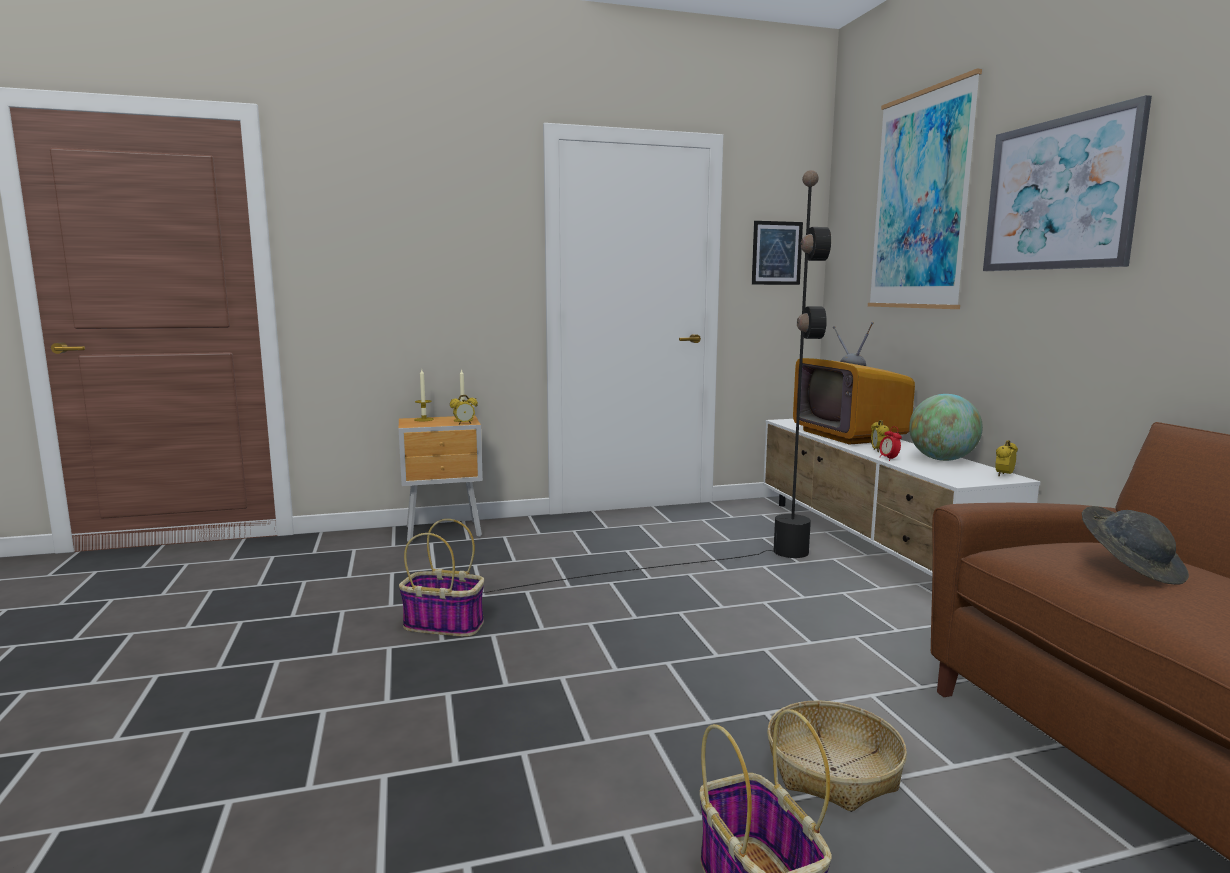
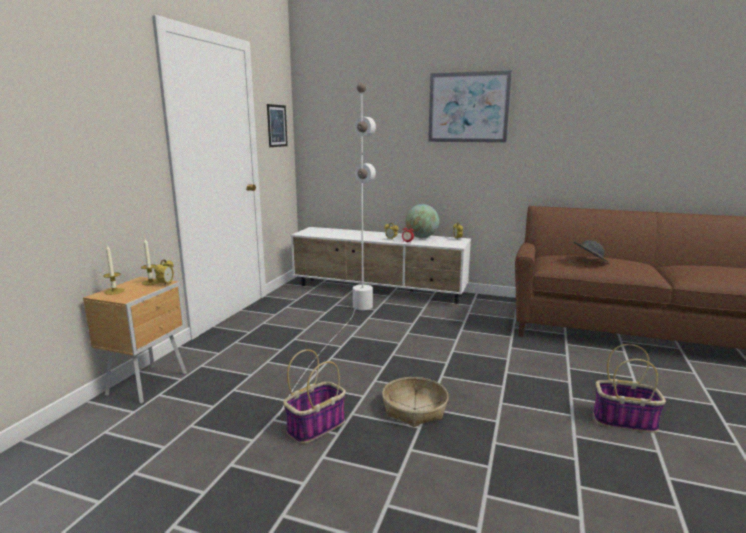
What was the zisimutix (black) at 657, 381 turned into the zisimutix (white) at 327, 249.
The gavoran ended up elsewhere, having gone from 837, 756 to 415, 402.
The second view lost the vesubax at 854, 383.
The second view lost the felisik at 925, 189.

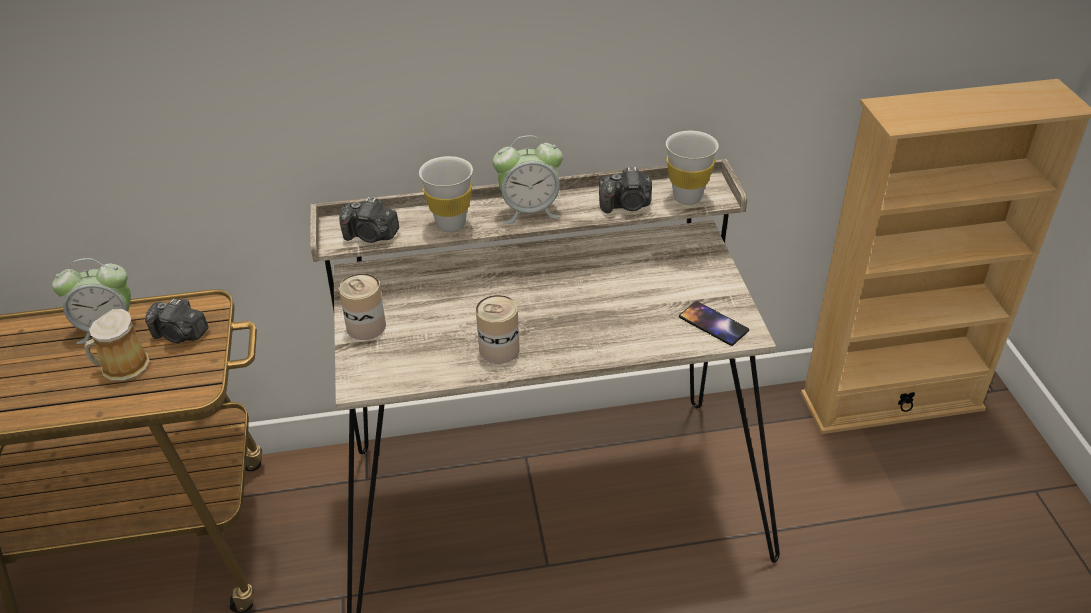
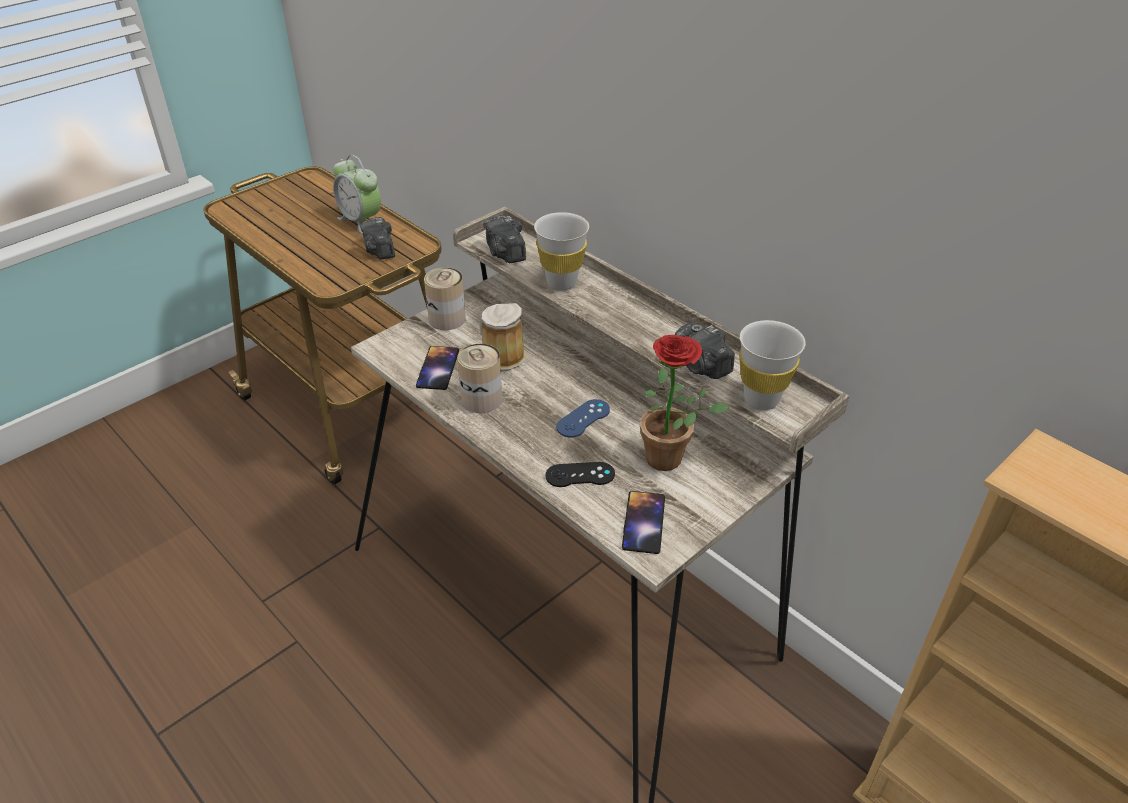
The second view gained the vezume at 437, 368.
The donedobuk ended up elsewhere, having gone from 117, 345 to 502, 337.
The second view gained the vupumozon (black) at 580, 474.
The second view gained the vupumozon (blue) at 583, 418.
The second view gained the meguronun at 683, 403.
The second view lost the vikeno at 528, 179.

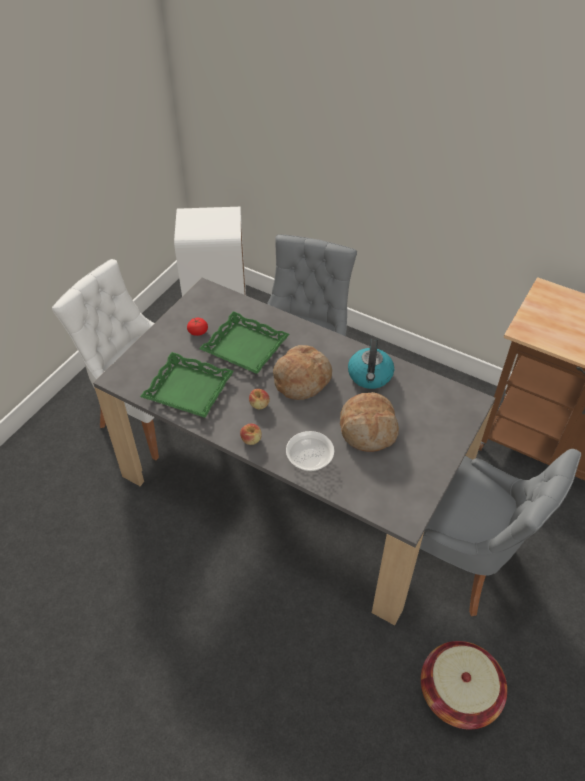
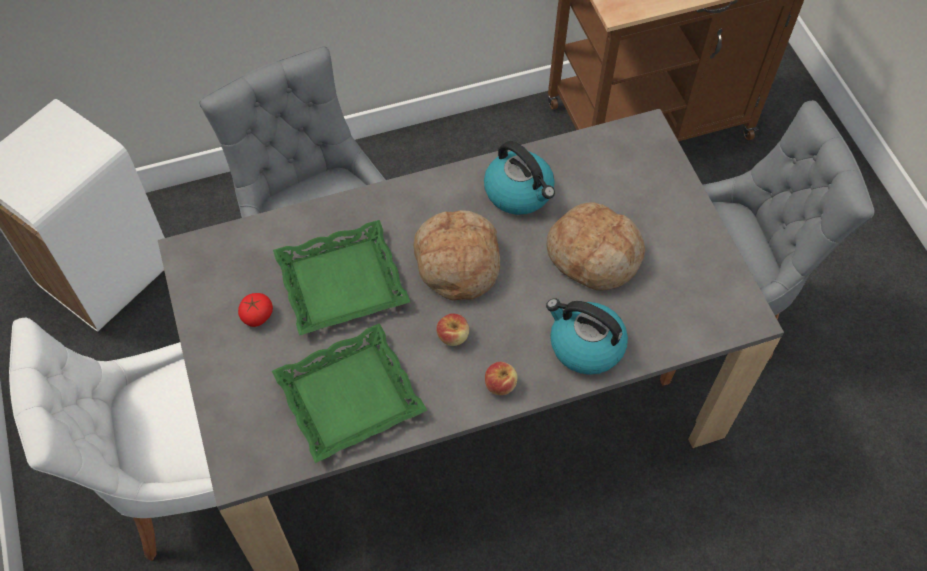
Where the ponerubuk stood at 310, 451, the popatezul came to stand at 587, 336.
The second view lost the gavoran at 464, 685.

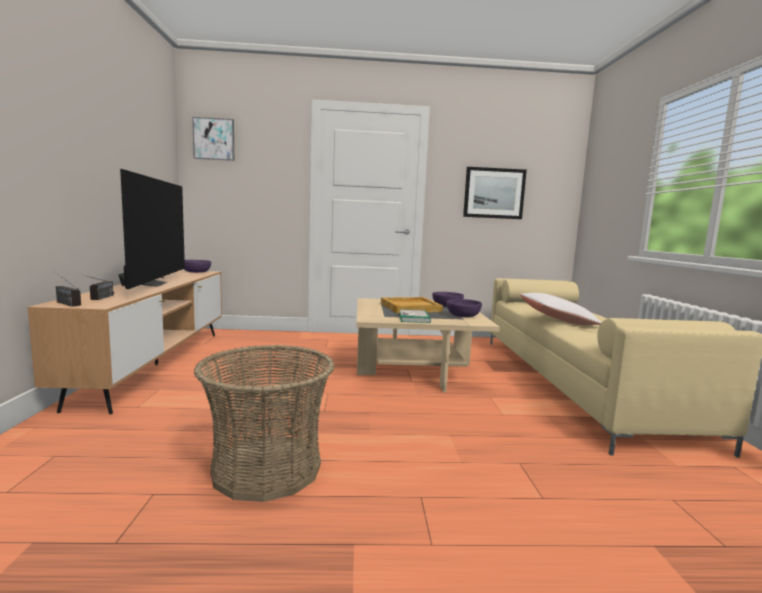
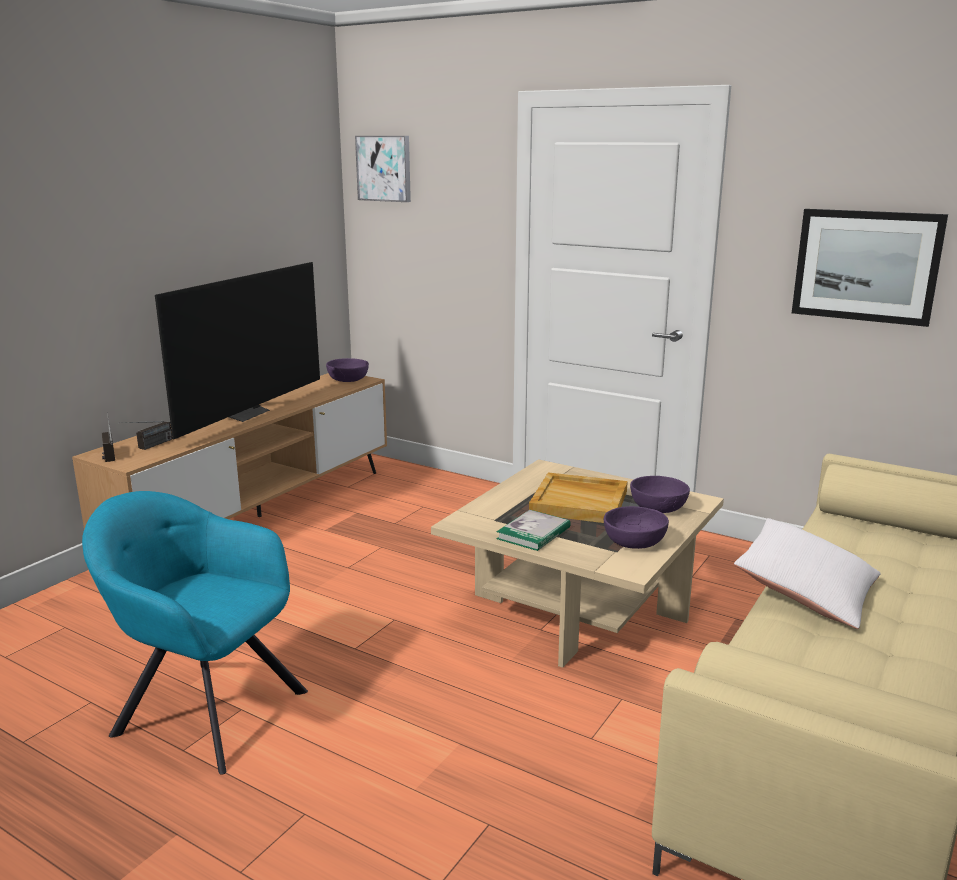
Where the gavoran stood at 264, 423, the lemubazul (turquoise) came to stand at 195, 633.

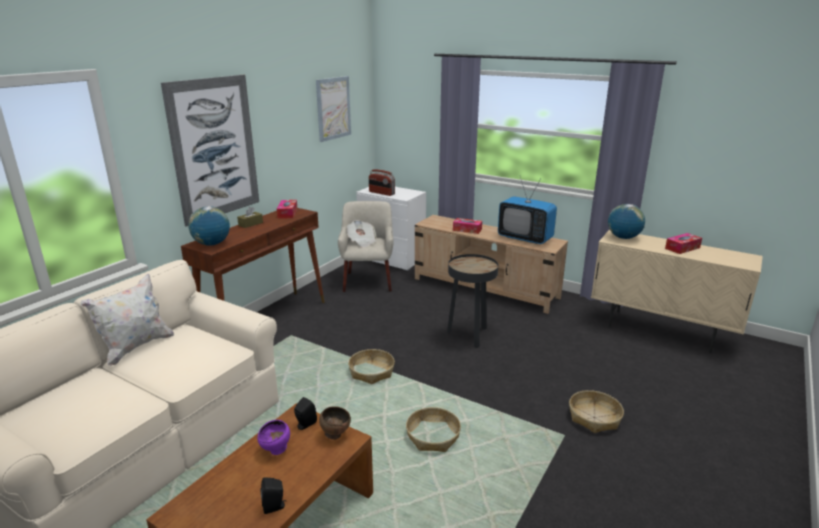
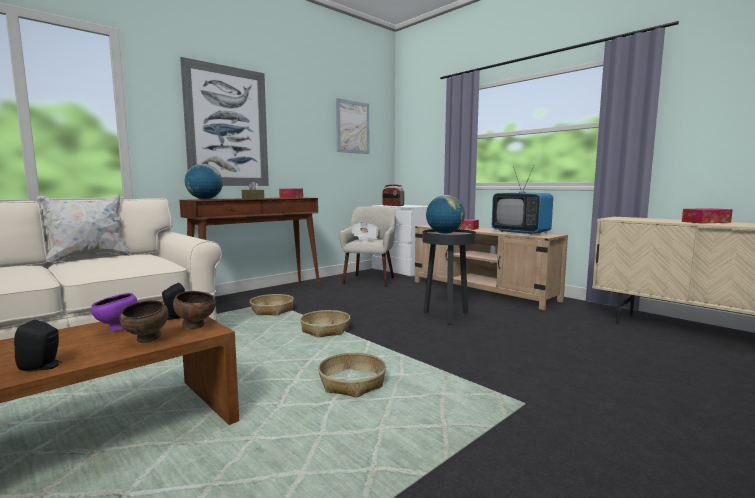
The second view gained the ponerubuk (brown) at 143, 321.
The gavoran ended up elsewhere, having gone from 596, 411 to 272, 304.
The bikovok ended up elsewhere, having gone from 626, 221 to 445, 214.

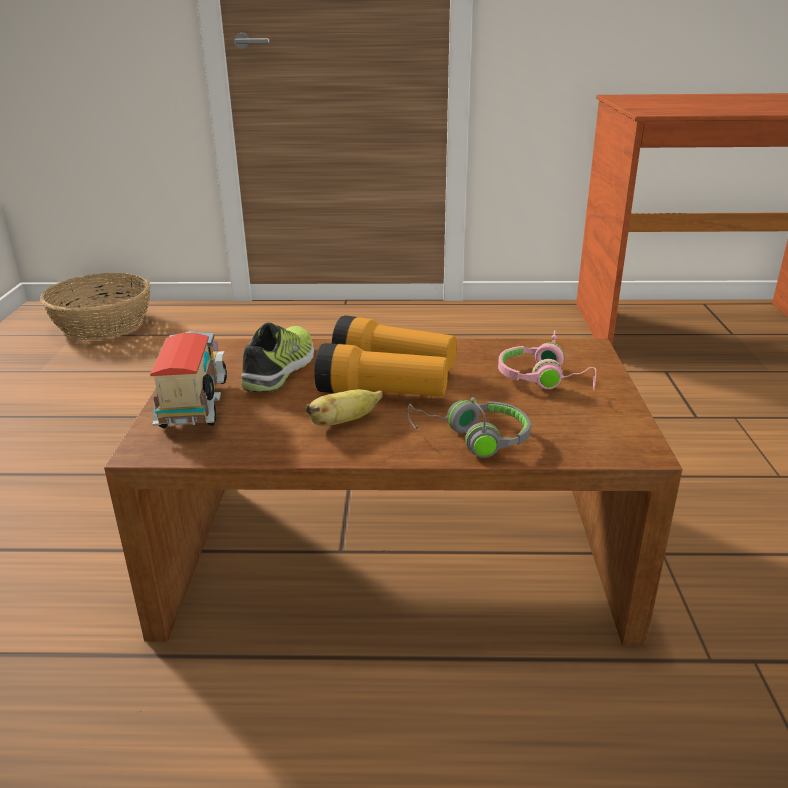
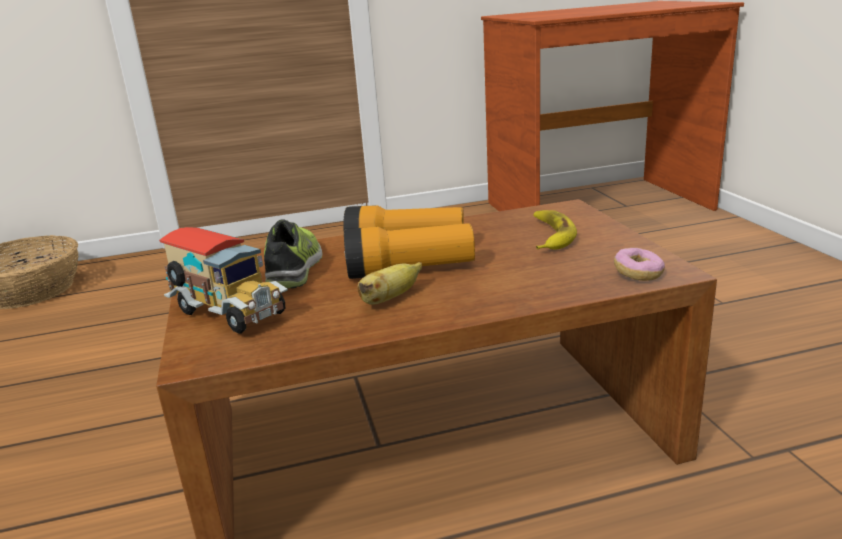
The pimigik at 188, 380 ended up facing another way, 150 degrees clockwise from before.
Where the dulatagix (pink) stood at 547, 360, the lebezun came to stand at 555, 230.
The second view gained the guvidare at 639, 264.
The second view lost the dulatagix (grey) at 469, 427.

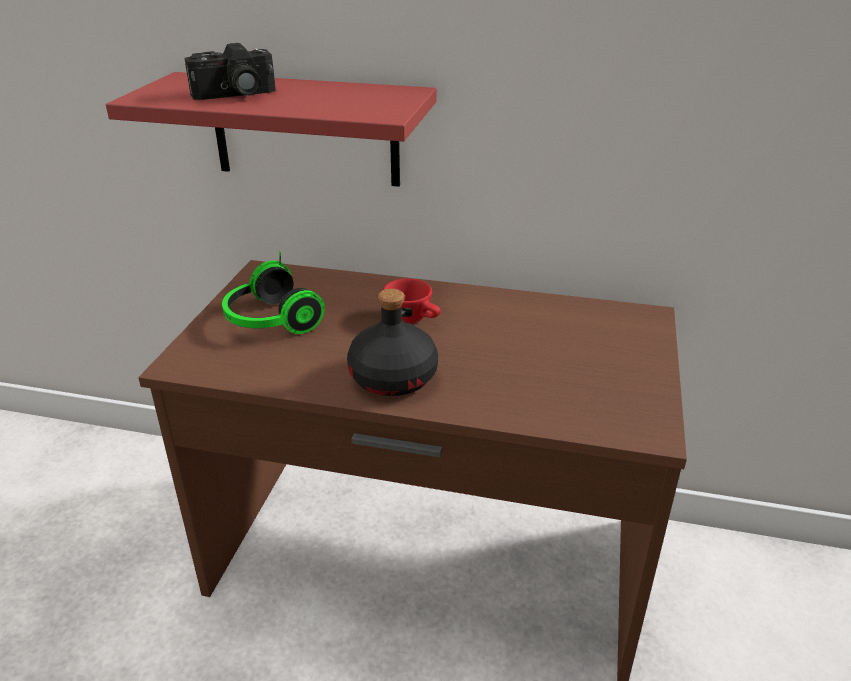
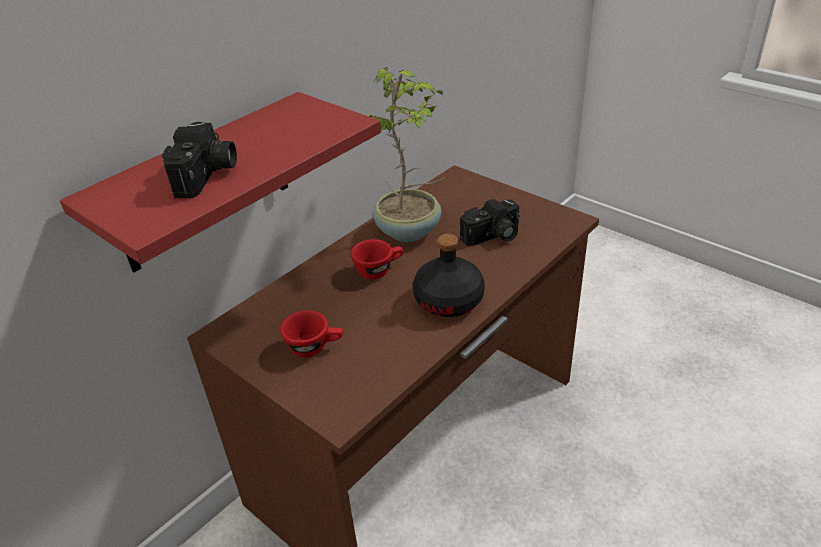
Where the dulatagix stood at 273, 293, the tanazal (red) came to stand at 311, 334.
The second view gained the meguronun at 405, 154.
The second view gained the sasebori at 490, 222.

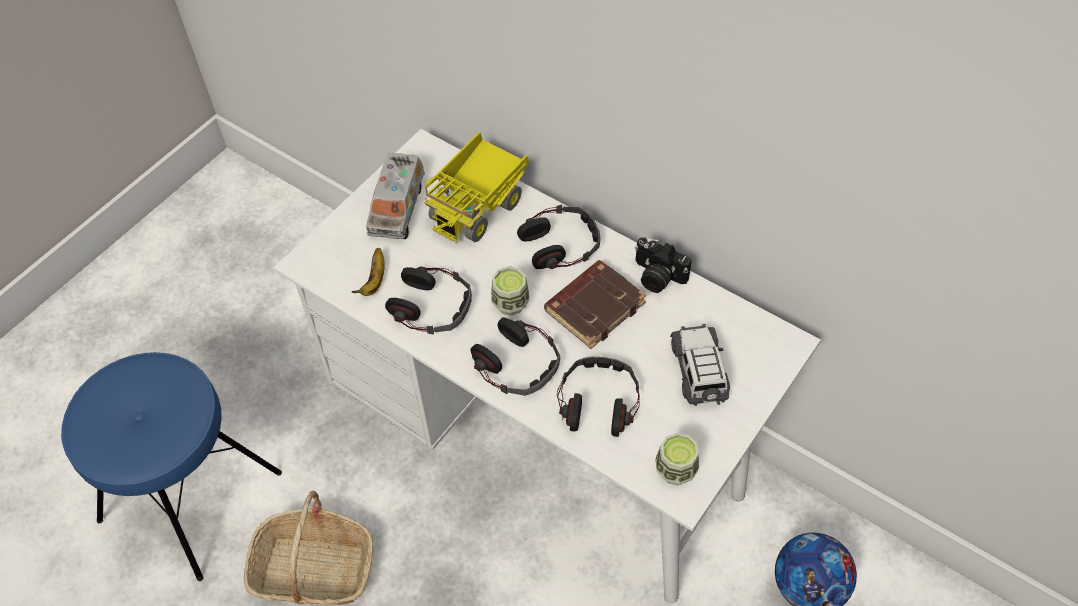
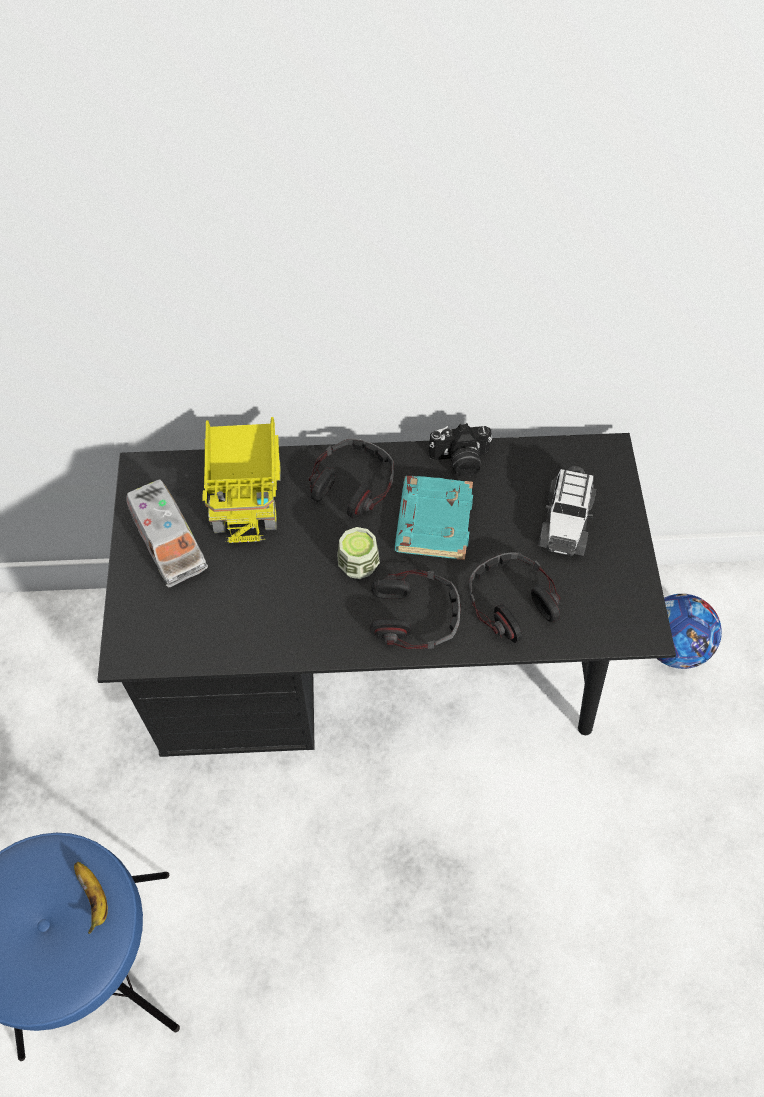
The lebezun ended up elsewhere, having gone from 368, 272 to 91, 898.
What was the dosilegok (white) at 547, 366 turned into the dosilegok (black) at 386, 595.
What was the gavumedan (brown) at 595, 304 turned into the gavumedan (turquoise) at 434, 518.
The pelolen at 700, 365 ended up facing another way, 120 degrees counterclockwise from before.
The second view lost the gavoran at 308, 548.
The second view lost the dulatagix at 428, 300.
The second view lost the tanazal at 677, 459.

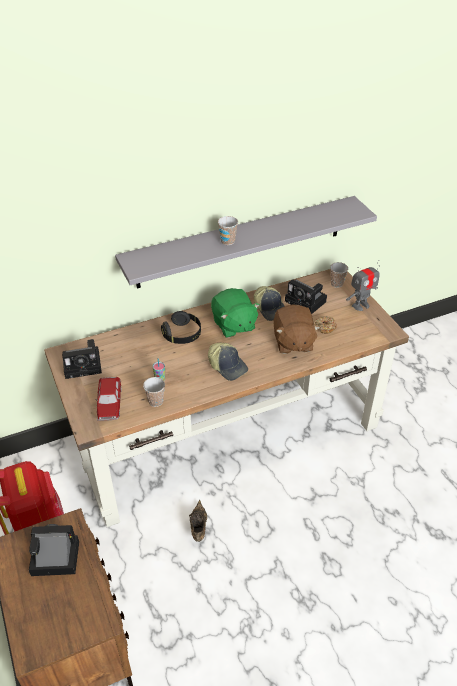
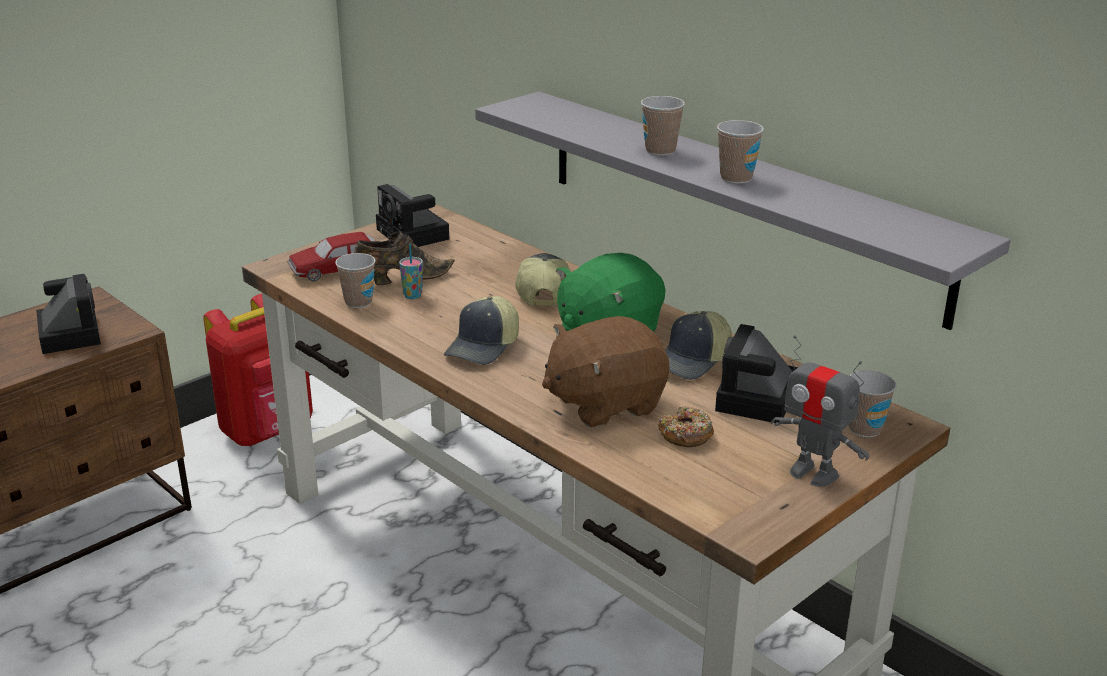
The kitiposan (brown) ended up elsewhere, having gone from 198, 521 to 404, 258.
Where the dulatagix (black) stood at 181, 327, the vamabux came to stand at 543, 279.
The second view gained the tanazal at 740, 152.

